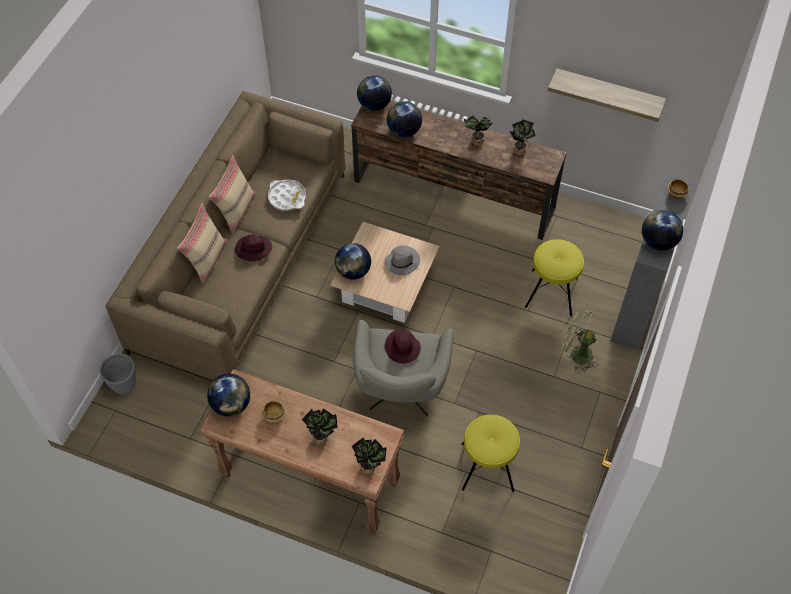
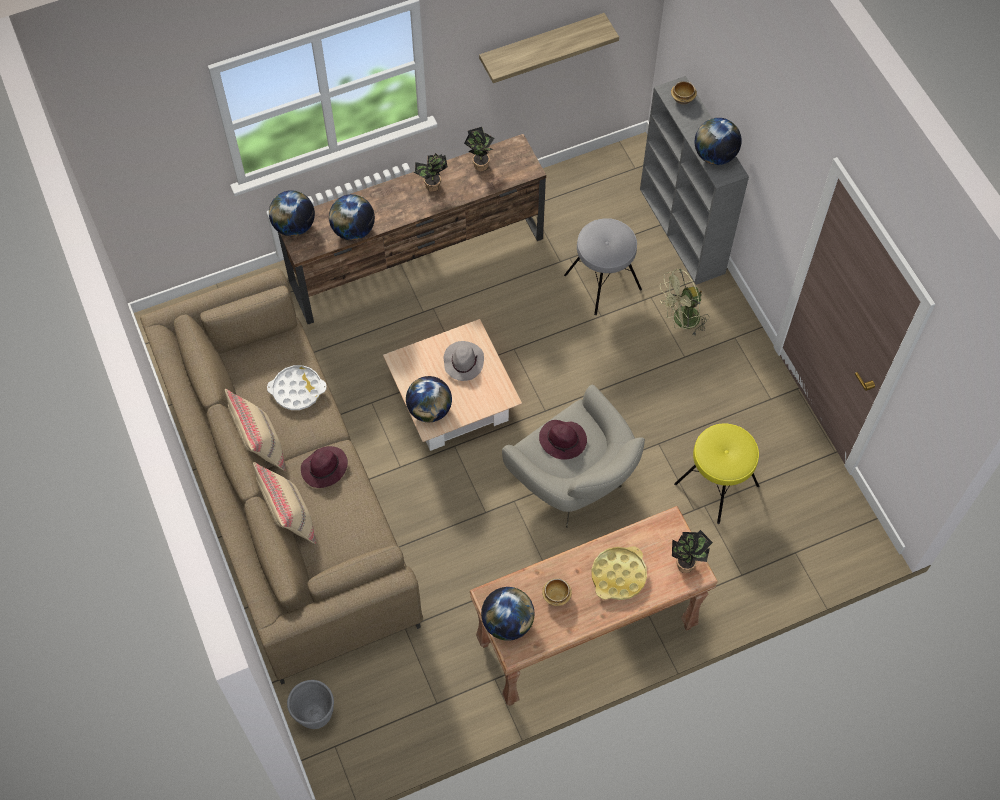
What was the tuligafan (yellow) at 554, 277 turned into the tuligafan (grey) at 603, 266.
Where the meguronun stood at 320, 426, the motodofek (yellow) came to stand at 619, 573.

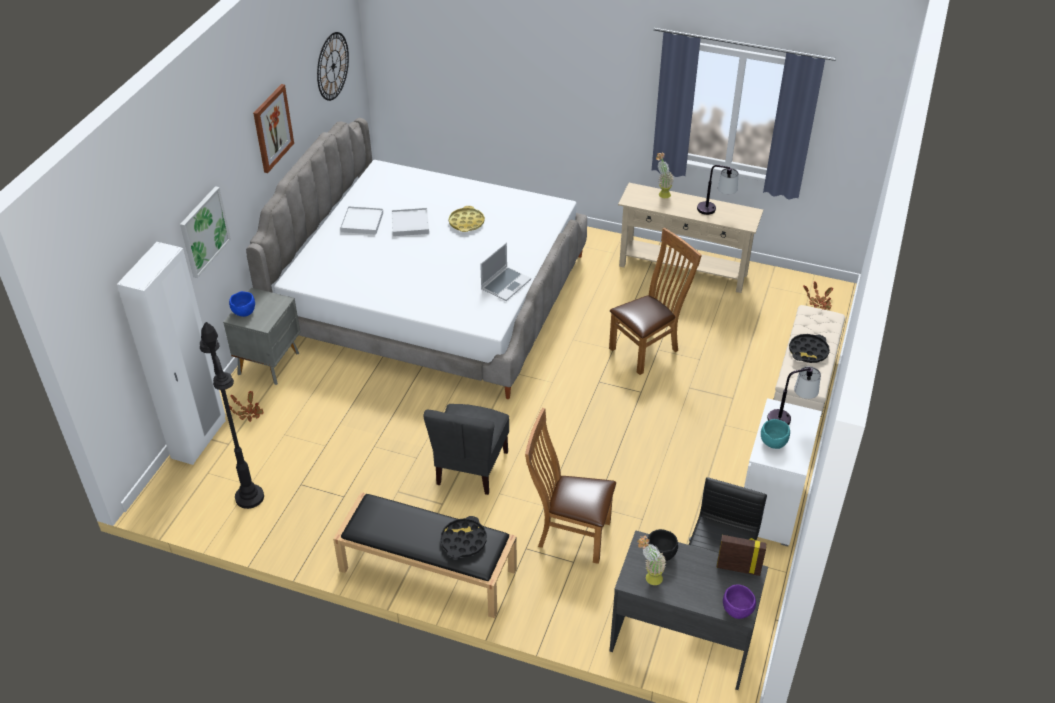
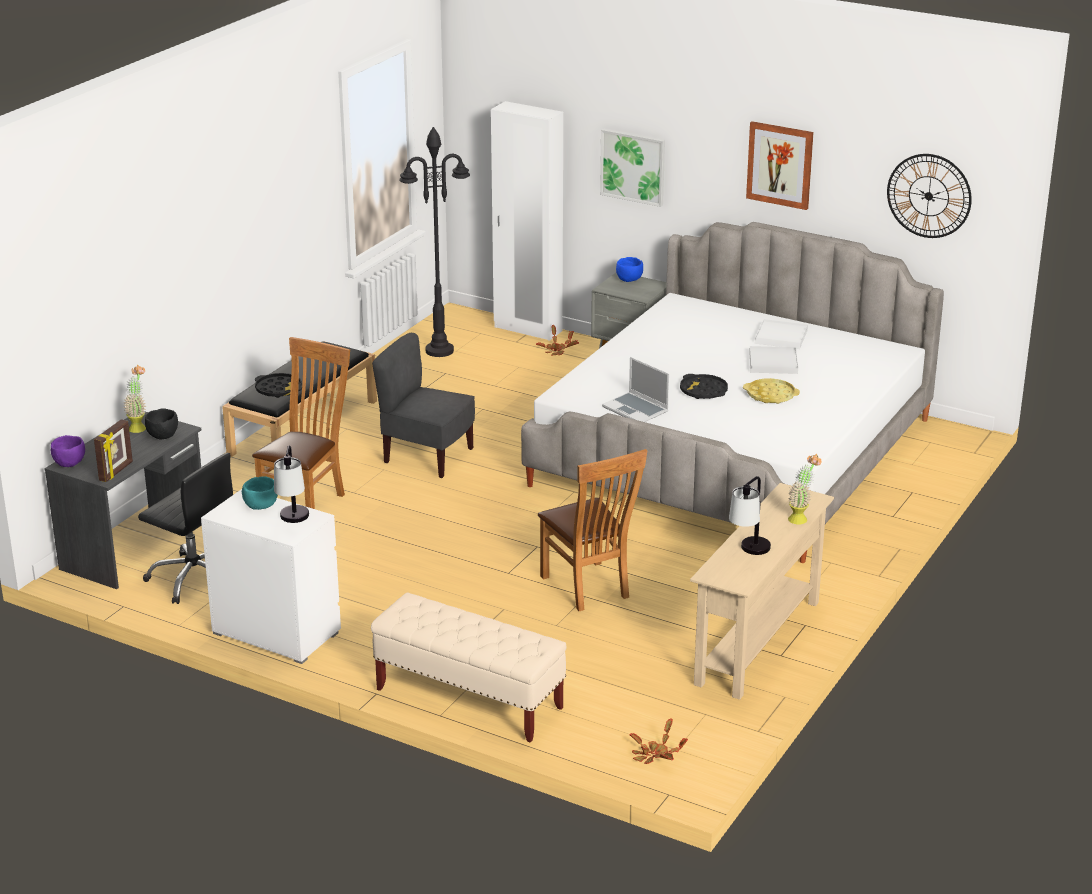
The motodofek (black) ended up elsewhere, having gone from 809, 348 to 704, 386.

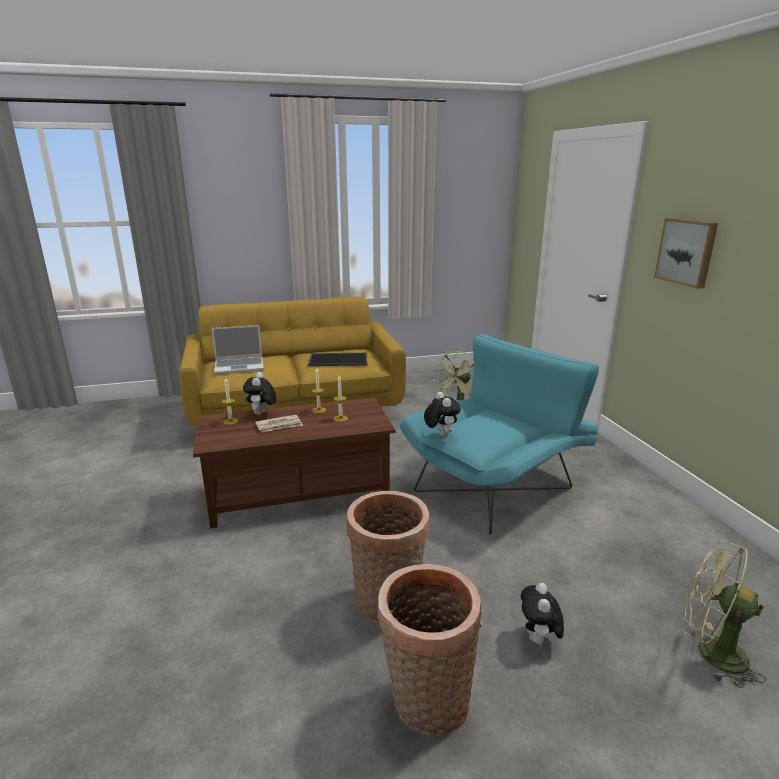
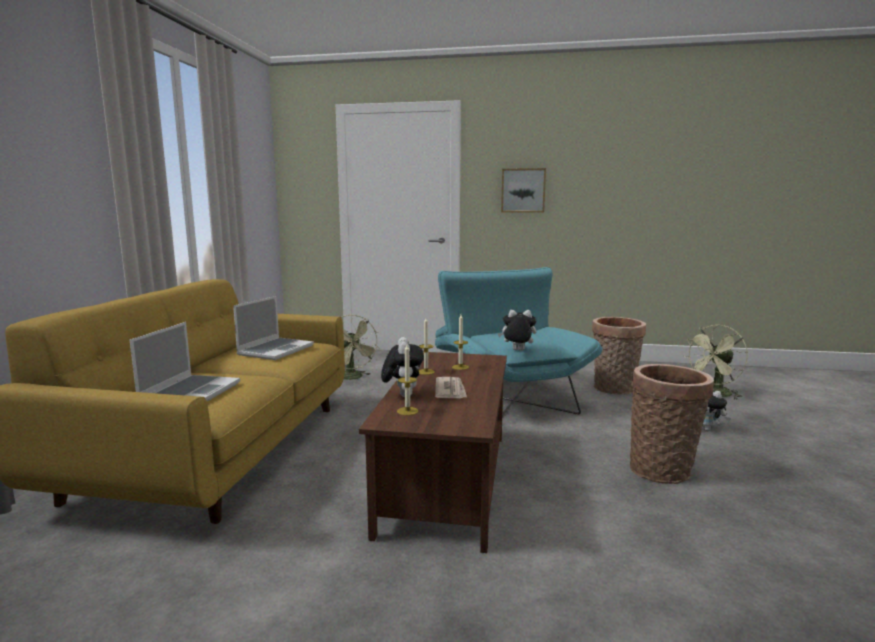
Where the motodofek stood at 337, 359, the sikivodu came to stand at 273, 328.
The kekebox at 260, 393 ended up facing another way, 120 degrees counterclockwise from before.
The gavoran ended up elsewhere, having gone from 429, 650 to 619, 356.

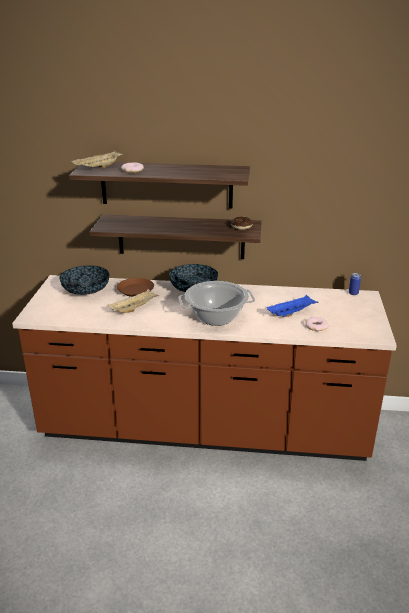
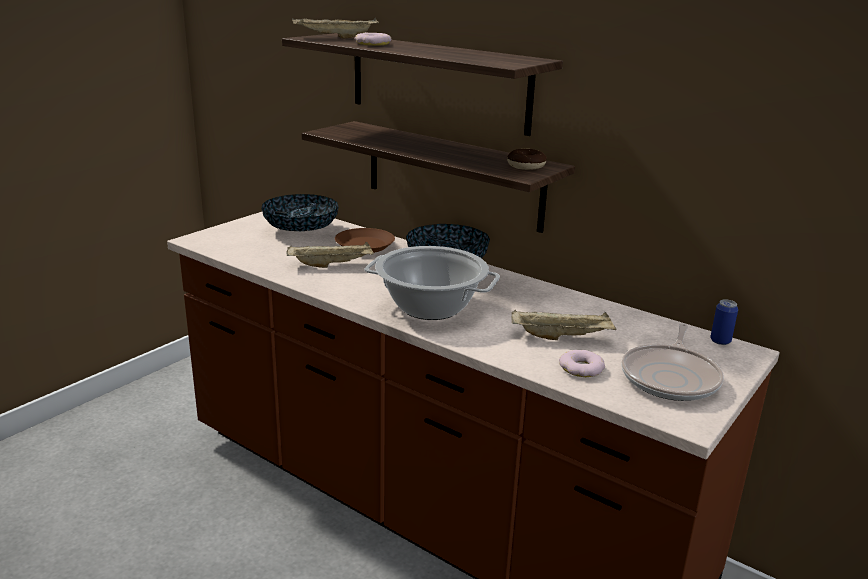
What was the motodofek (blue) at 293, 306 turned into the motodofek (beige) at 564, 325.
The second view gained the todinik at 673, 362.

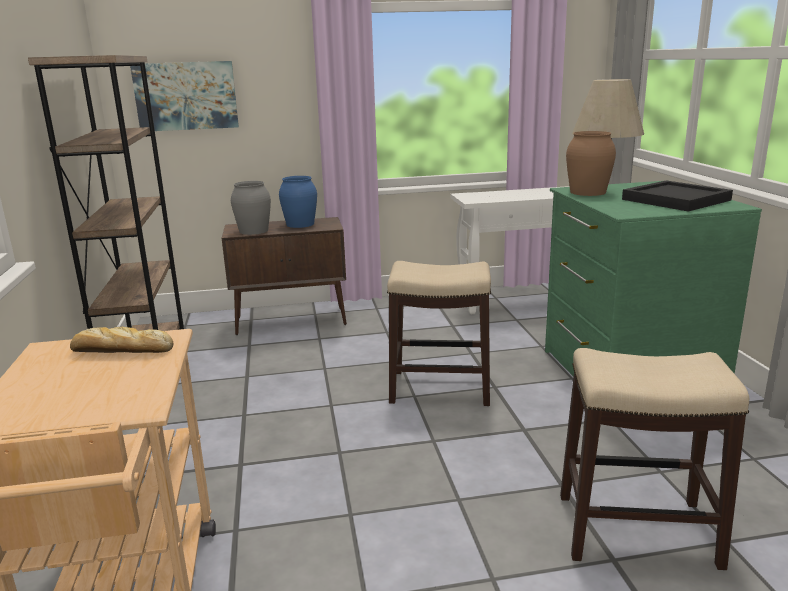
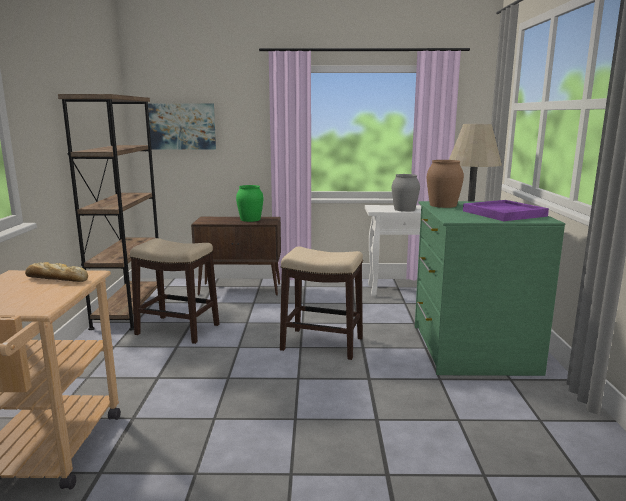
The tuligafan ended up elsewhere, having gone from 654, 459 to 174, 291.
What was the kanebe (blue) at 298, 202 turned into the kanebe (green) at 250, 203.
The kanebe (grey) ended up elsewhere, having gone from 251, 208 to 406, 193.
What was the motodofek (black) at 677, 196 turned into the motodofek (purple) at 506, 210.

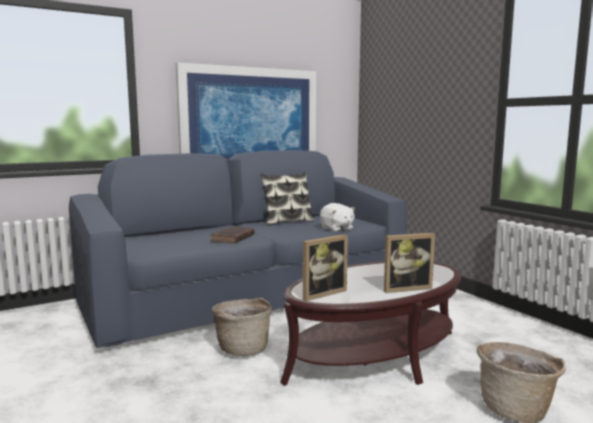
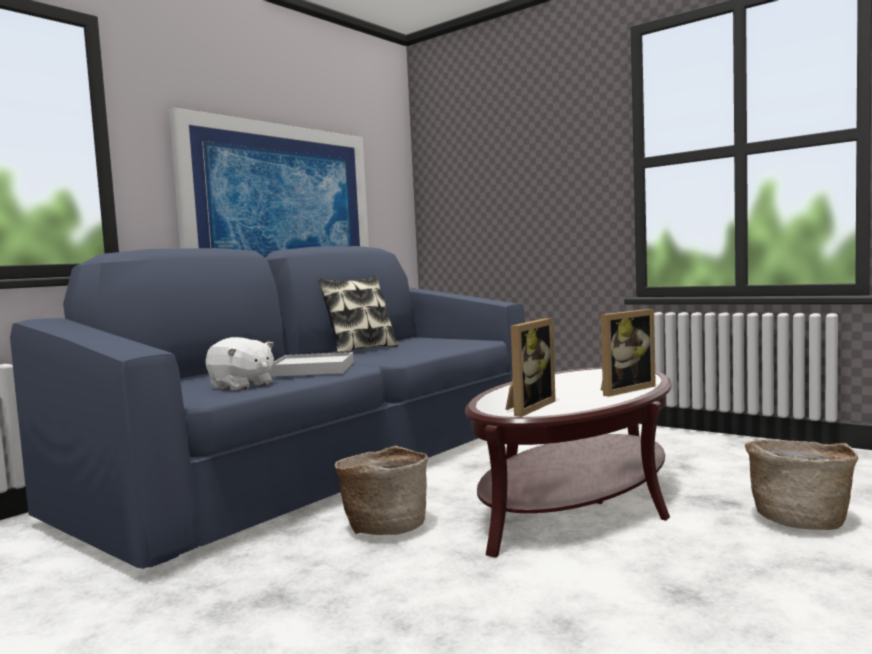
The kekebox (white) ended up elsewhere, having gone from 337, 217 to 239, 364.
Where the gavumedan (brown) stood at 232, 234, the motodofek (white) came to stand at 311, 364.

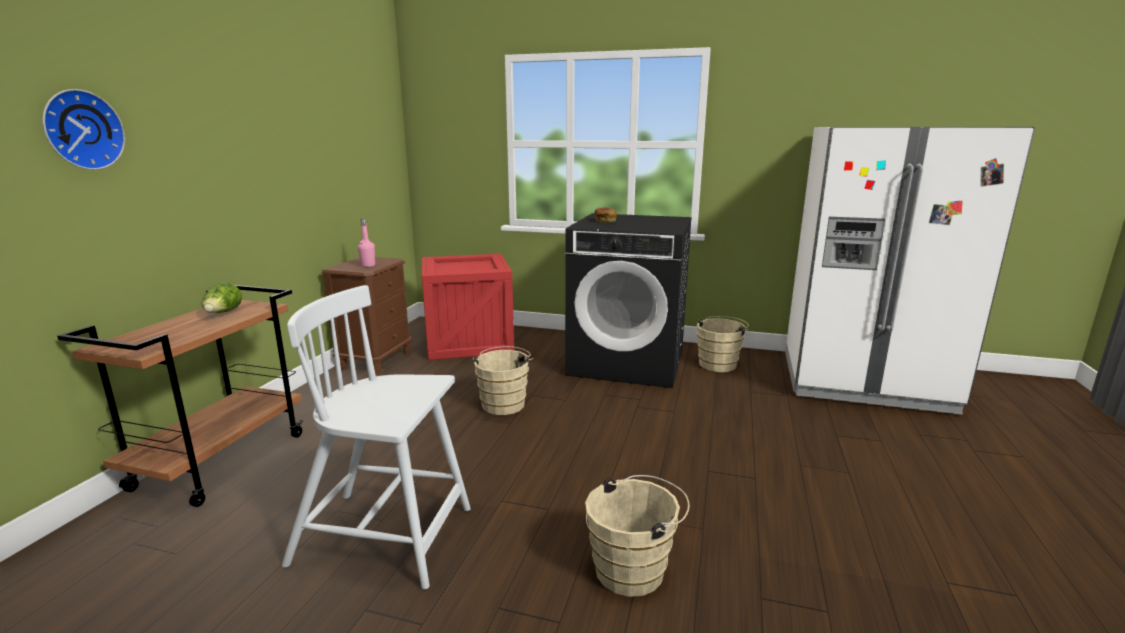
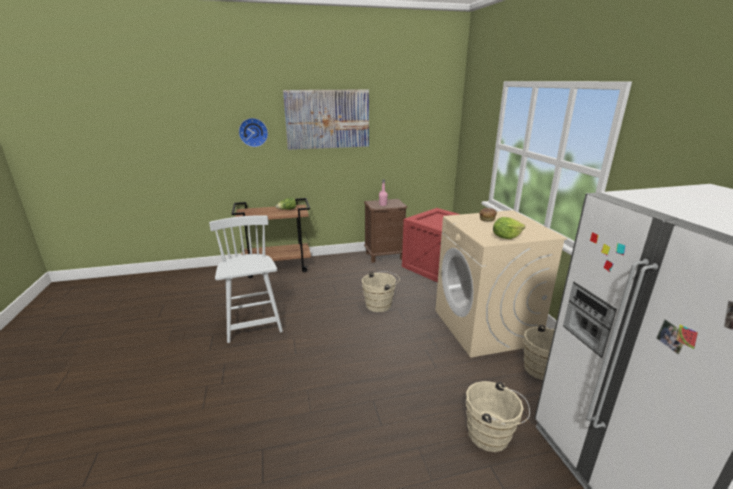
The second view gained the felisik at 326, 120.
What was the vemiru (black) at 628, 300 turned into the vemiru (beige) at 501, 283.
The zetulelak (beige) ended up elsewhere, having gone from 637, 536 to 498, 416.
The second view gained the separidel at 509, 228.

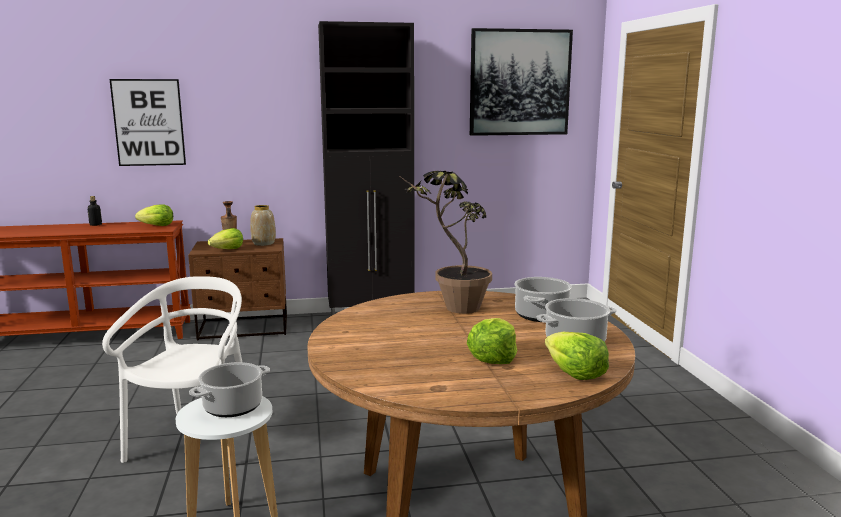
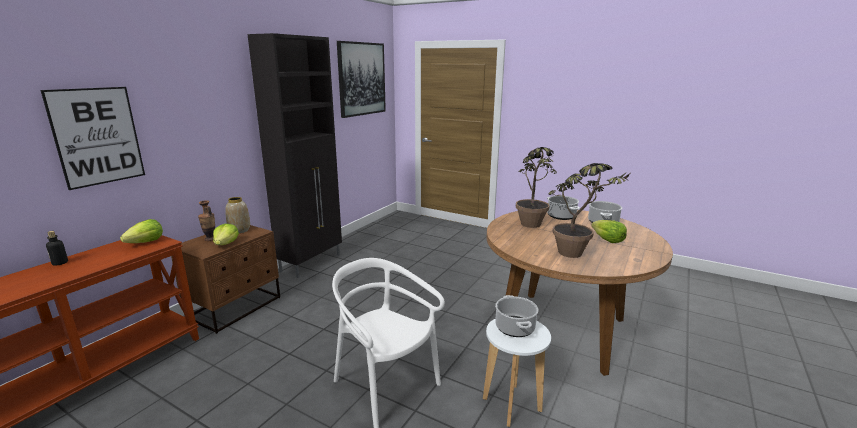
The second view gained the meguronun at 589, 210.
The second view lost the separidel at 577, 356.

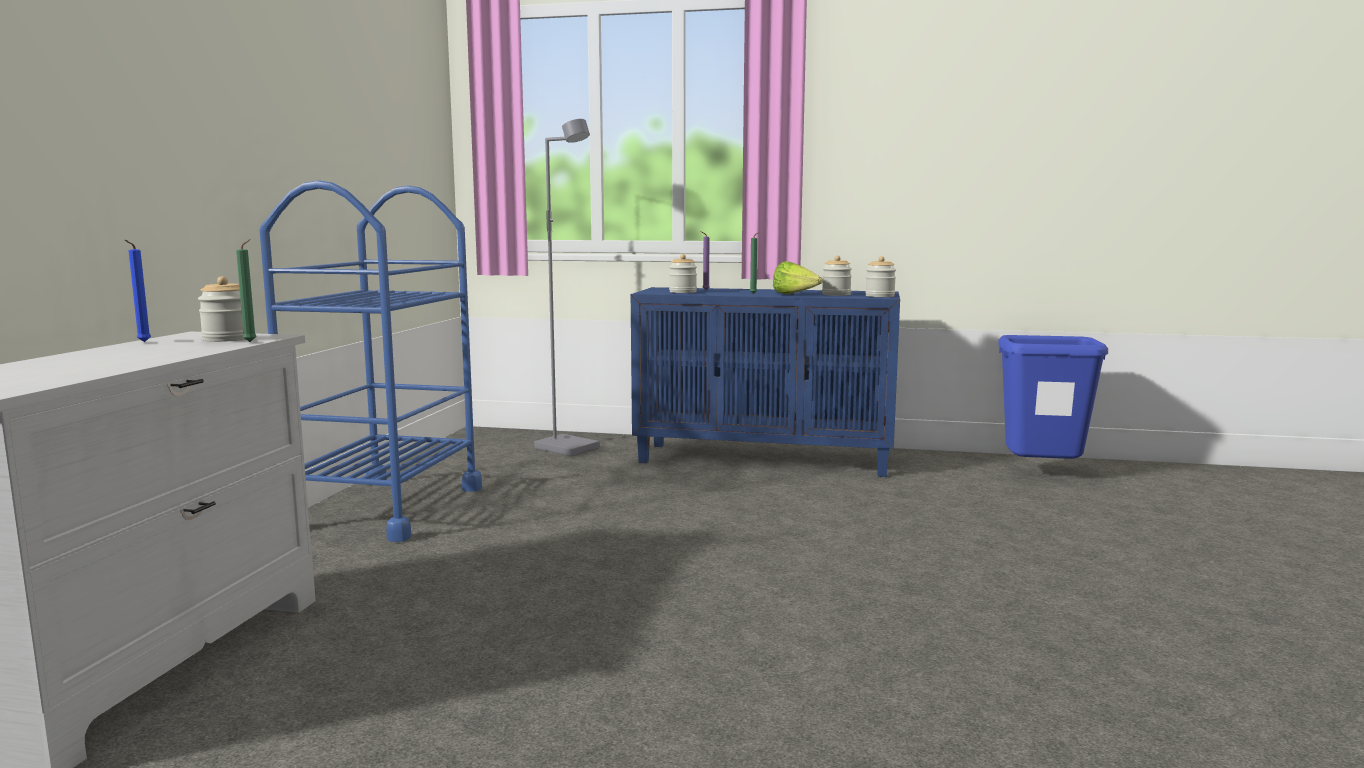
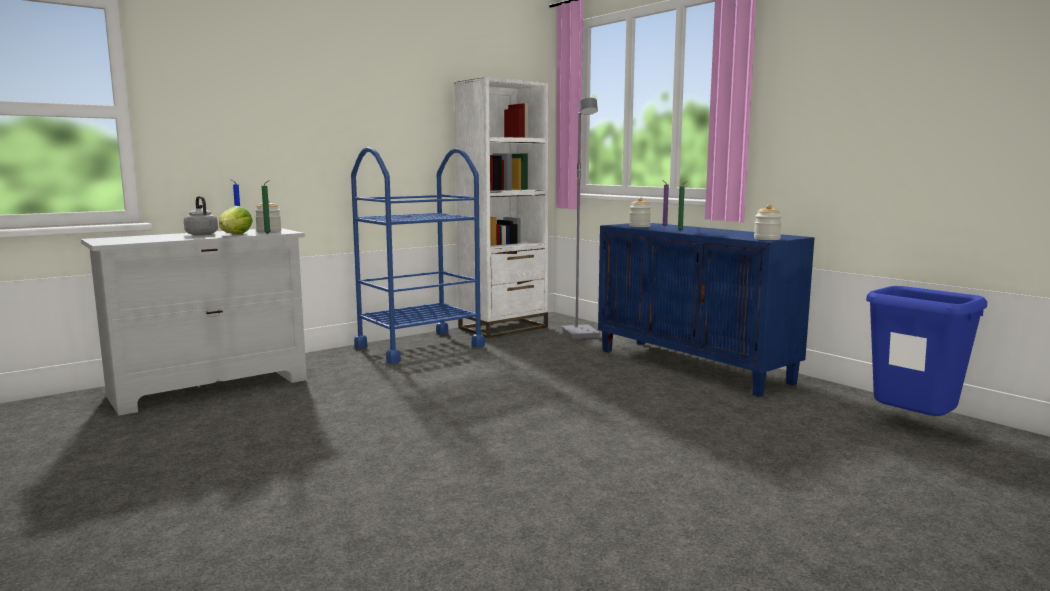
The second view gained the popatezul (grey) at 201, 215.
The separidel ended up elsewhere, having gone from 797, 277 to 236, 220.
The second view gained the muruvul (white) at 501, 207.
The second view lost the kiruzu at 837, 275.

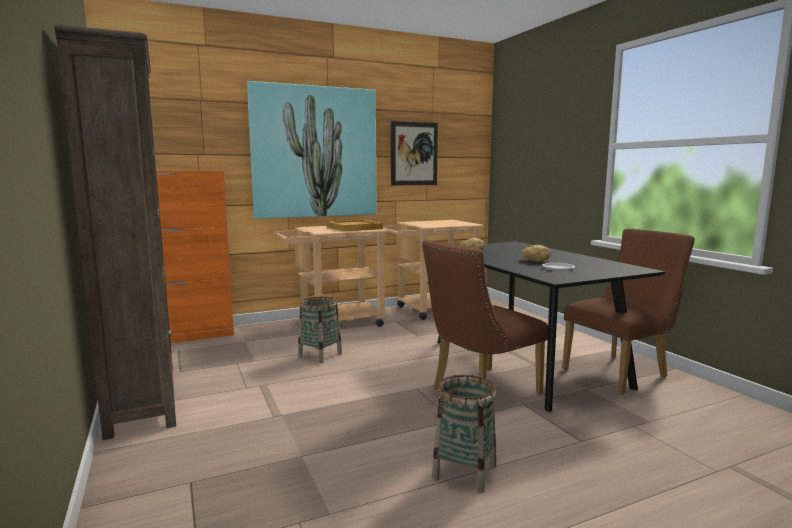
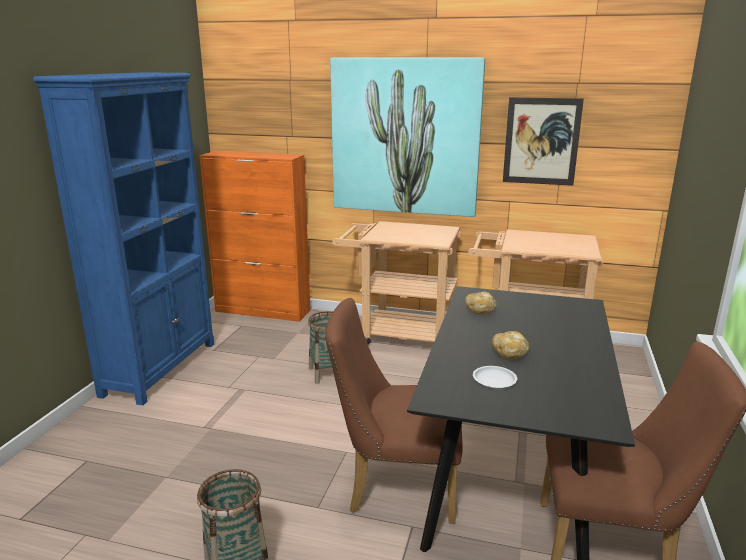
What was the muruvul (brown) at 115, 232 turned into the muruvul (blue) at 123, 238.
The second view lost the motodofek (beige) at 355, 225.

